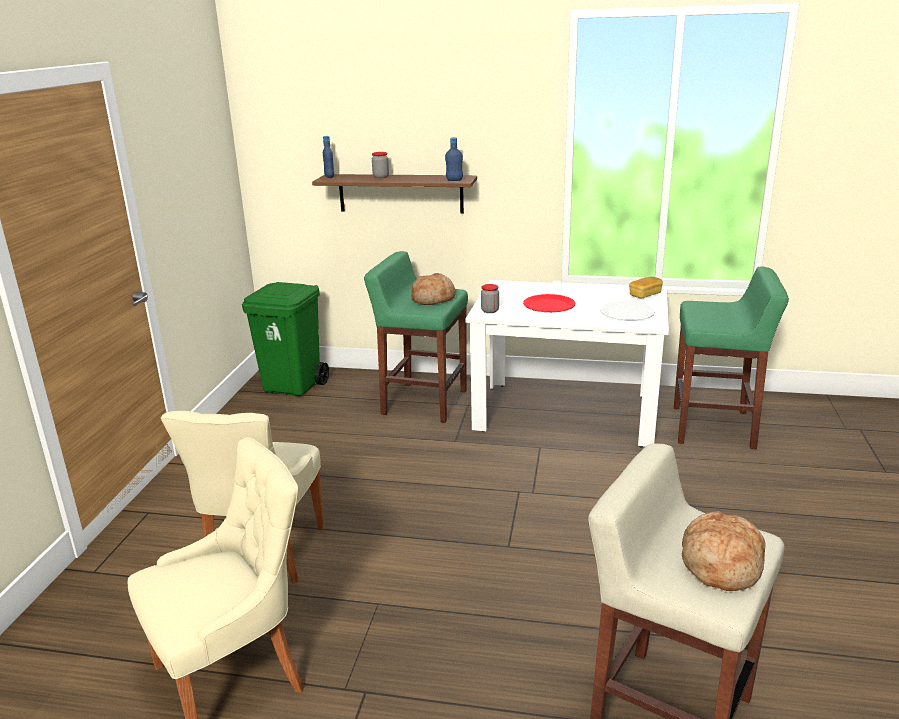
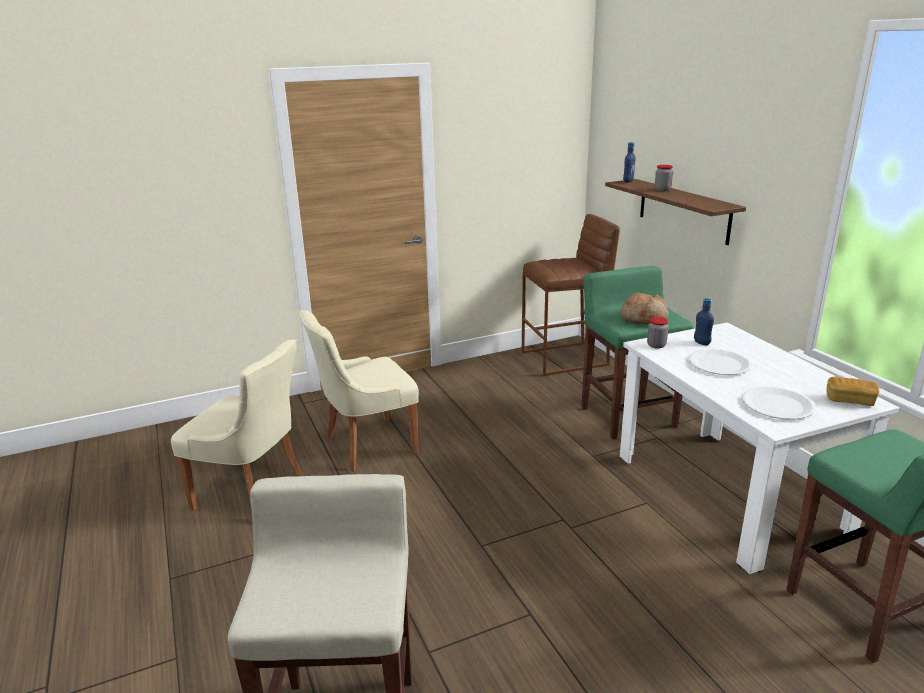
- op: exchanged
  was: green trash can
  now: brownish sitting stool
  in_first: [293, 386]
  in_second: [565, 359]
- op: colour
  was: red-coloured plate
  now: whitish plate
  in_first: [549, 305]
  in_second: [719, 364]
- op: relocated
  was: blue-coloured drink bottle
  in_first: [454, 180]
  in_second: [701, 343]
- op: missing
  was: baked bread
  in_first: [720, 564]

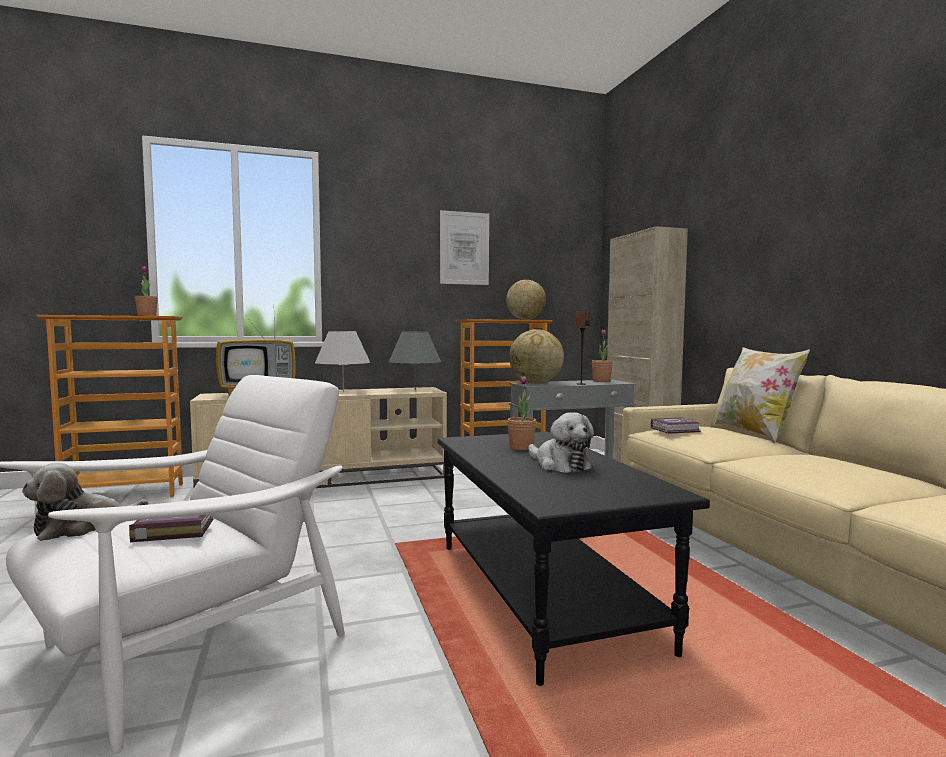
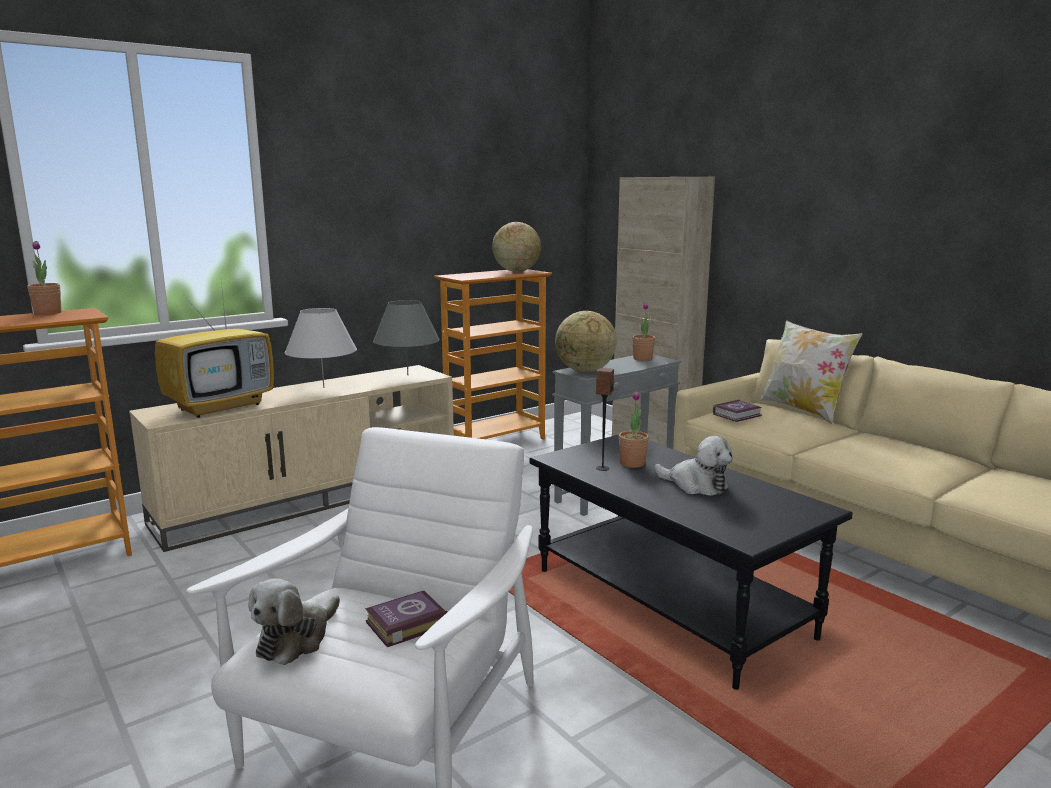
- op: relocated
  was: loudspeaker
  in_first: [581, 384]
  in_second: [602, 468]
- op: missing
  was: wall art
  in_first: [464, 248]

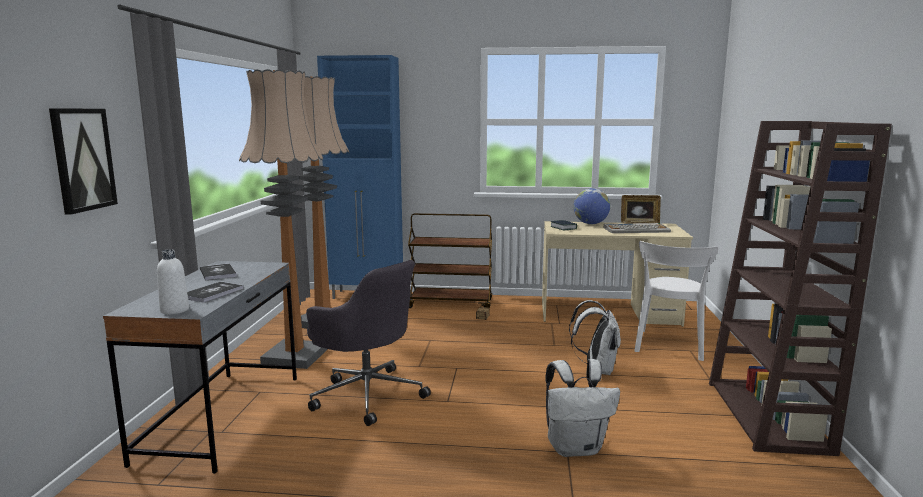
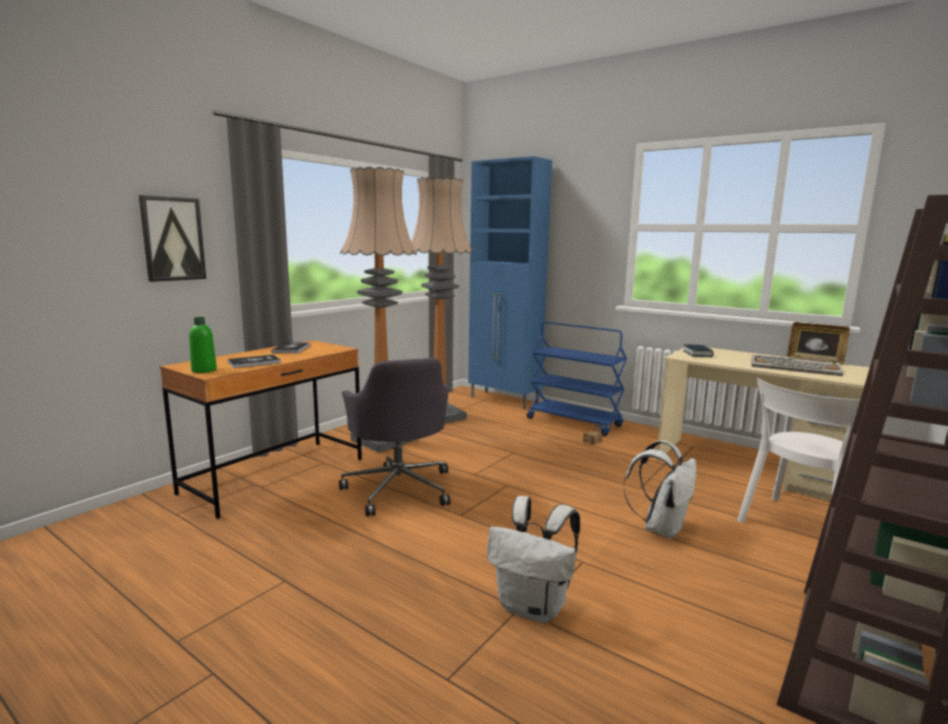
- op: colour
  was: gray desk table
  now: brownish desk table
  in_first: [223, 417]
  in_second: [275, 476]
- op: colour
  was: whitish drink bottle
  now: green drink bottle
  in_first: [174, 310]
  in_second: [204, 370]
- op: colour
  was: brownish wheeled cart
  now: blue-coloured wheeled cart
  in_first: [451, 304]
  in_second: [574, 422]
- op: missing
  was: globe
  in_first: [590, 224]

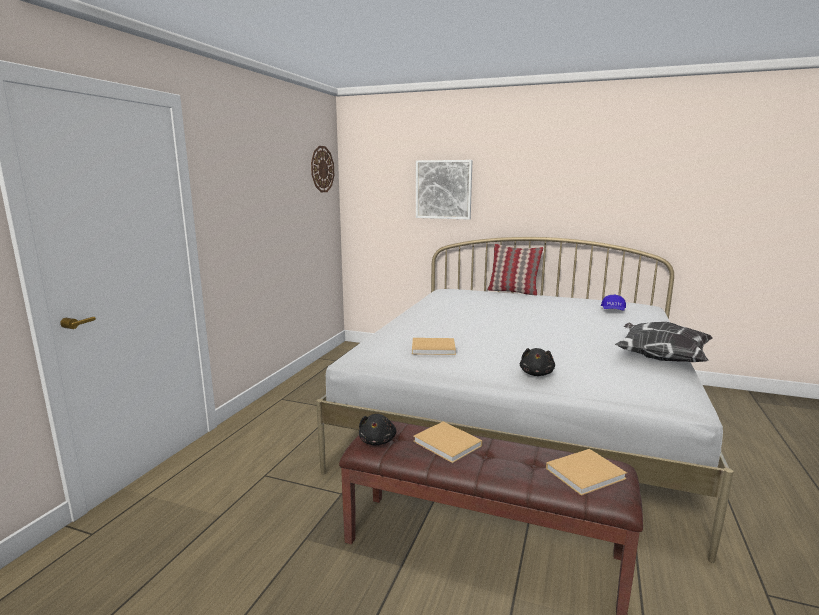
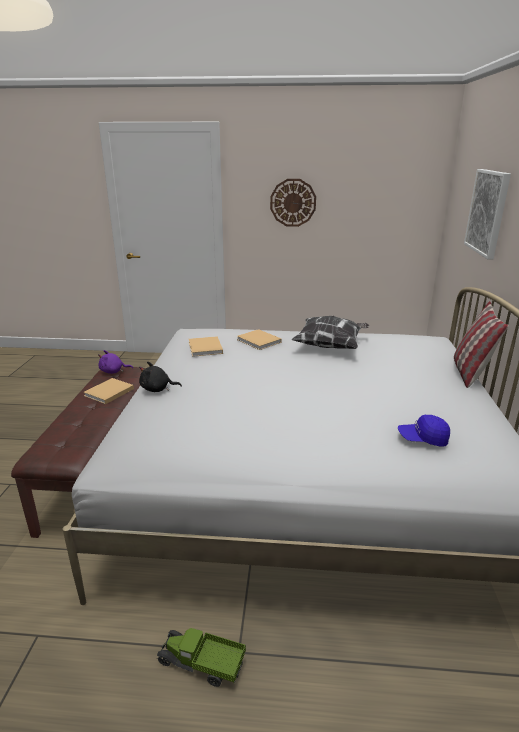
- op: colour
  was: black cuddly toy
  now: purple cuddly toy
  in_first: [377, 441]
  in_second: [113, 371]
- op: appeared
  now: toy lorry
  in_second: [202, 664]
- op: relocated
  was: sand-coloured volume
  in_first: [587, 473]
  in_second: [259, 341]
- op: relocated
  was: wall clock
  in_first: [322, 169]
  in_second: [293, 202]
- op: relocated
  was: cushion
  in_first: [660, 358]
  in_second: [330, 346]

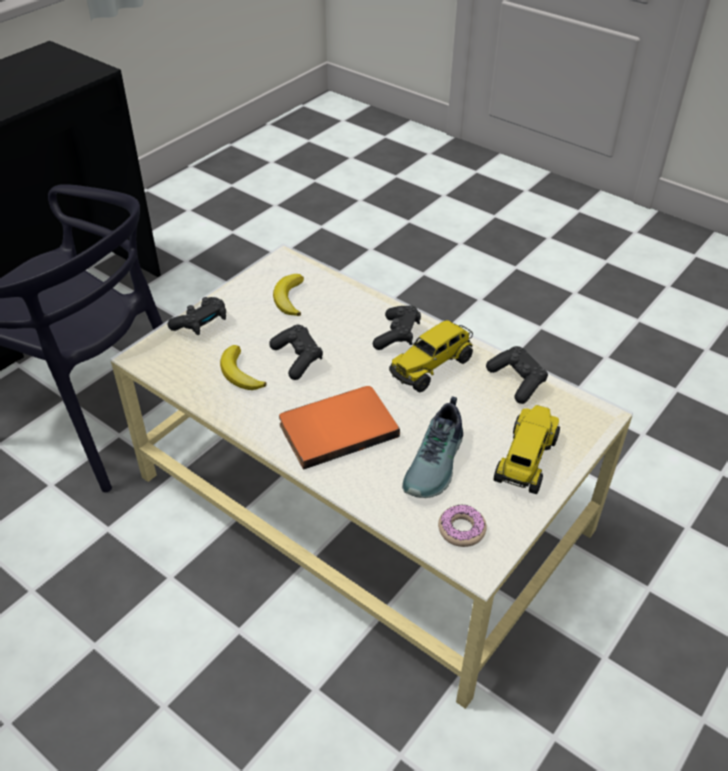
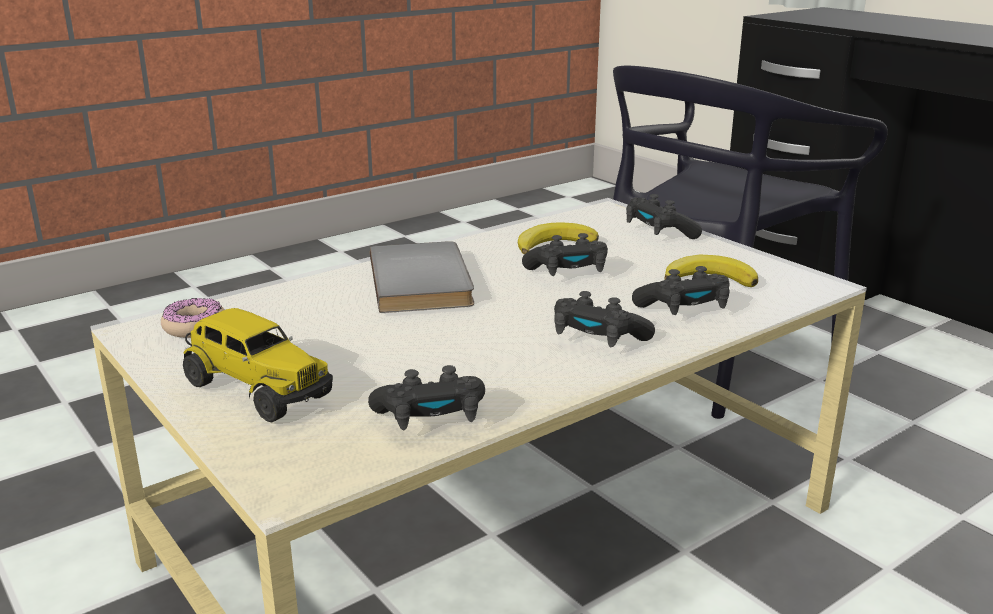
- op: colour
  was: orangey volume
  now: gray volume
  in_first: [336, 427]
  in_second: [425, 282]
- op: appeared
  now: black joypad
  in_second: [684, 310]
- op: missing
  was: toy lorry
  in_first: [431, 366]
- op: missing
  was: low shoe
  in_first: [437, 463]

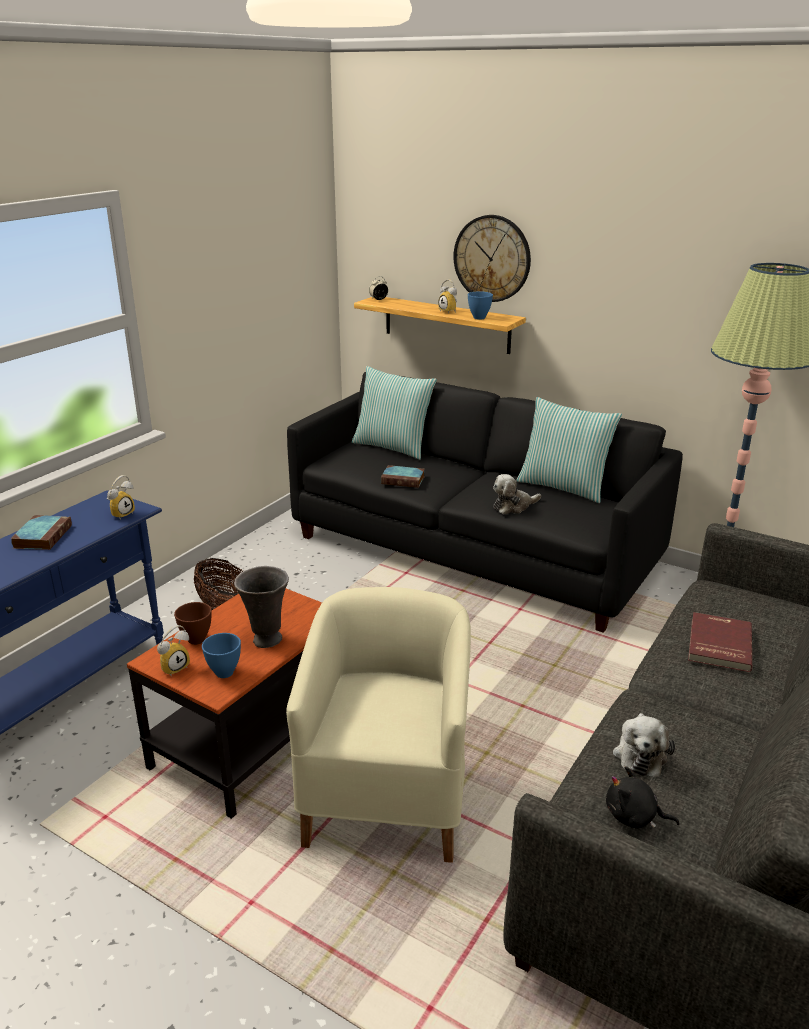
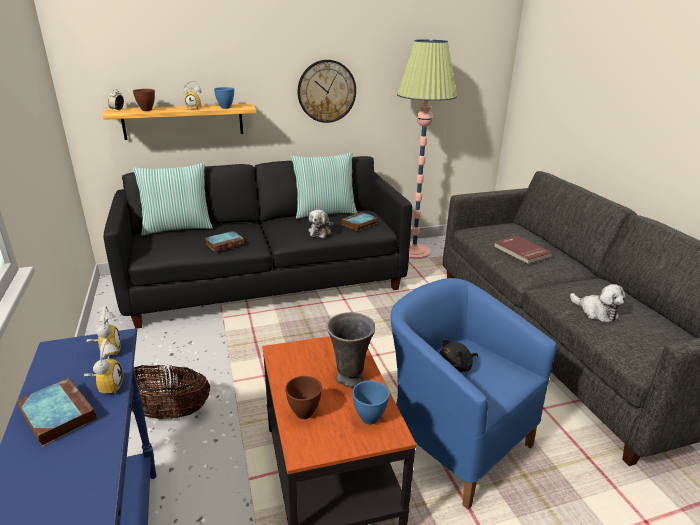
- op: relocated
  was: bedside clock
  in_first: [174, 667]
  in_second: [107, 386]
- op: appeared
  now: brownish deep dish
  in_second: [147, 110]
- op: relocated
  was: wall clock
  in_first: [492, 258]
  in_second: [326, 91]
- op: appeared
  now: volume
  in_second: [359, 224]
- op: colour
  was: sand-coloured armchair
  now: blue-coloured armchair
  in_first: [388, 797]
  in_second: [454, 441]
- op: relocated
  was: black cuddly toy
  in_first: [634, 817]
  in_second: [456, 366]

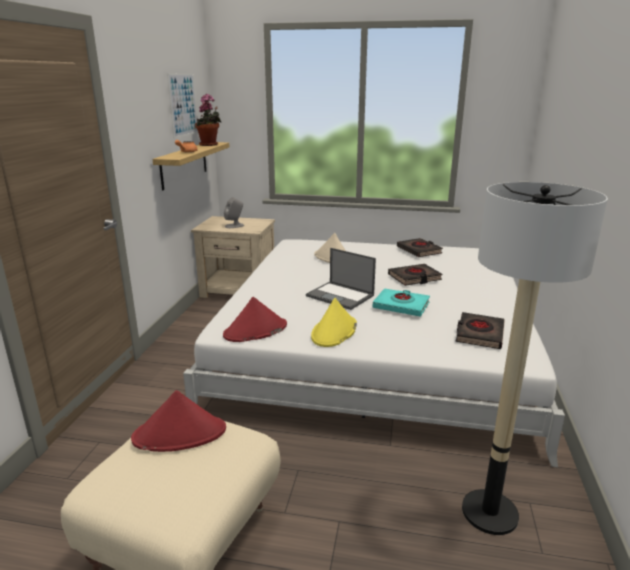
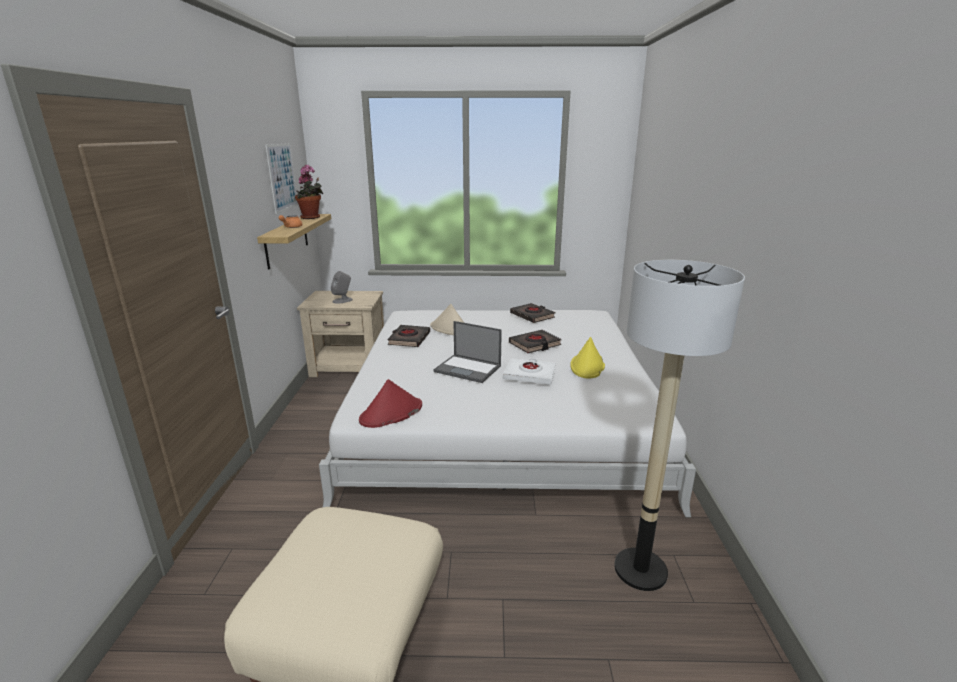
- op: relocated
  was: black volume
  in_first: [479, 334]
  in_second: [409, 339]
- op: colour
  was: turquoise-coloured volume
  now: whitish volume
  in_first: [401, 306]
  in_second: [529, 375]
- op: relocated
  was: yellow wearable hat
  in_first: [334, 332]
  in_second: [587, 366]
- op: missing
  was: red-coloured wearable hat
  in_first: [180, 434]

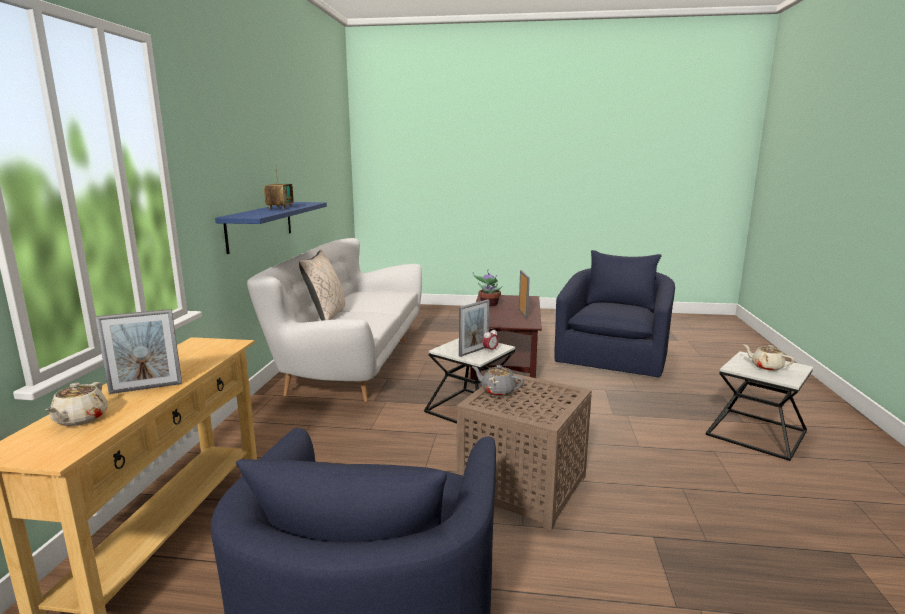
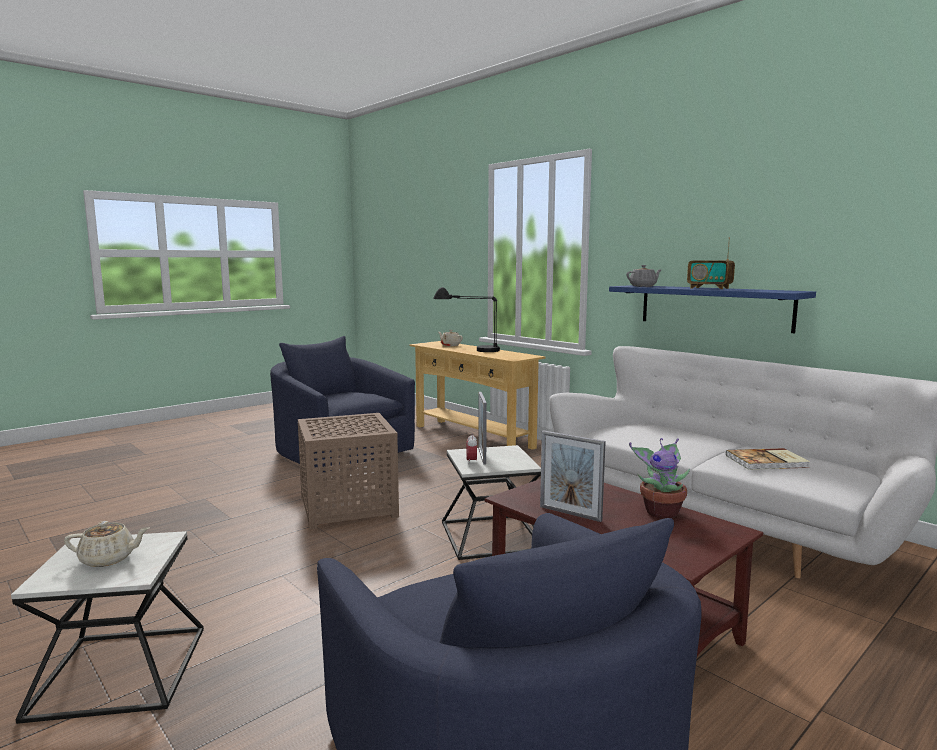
- op: exchanged
  was: standing frame
  now: black table lamp
  in_first: [146, 388]
  in_second: [468, 349]
- op: relocated
  was: gray teapot
  in_first: [497, 391]
  in_second: [643, 286]
- op: appeared
  now: volume
  in_second: [767, 462]
- op: missing
  was: sand-coloured cushion
  in_first: [326, 315]

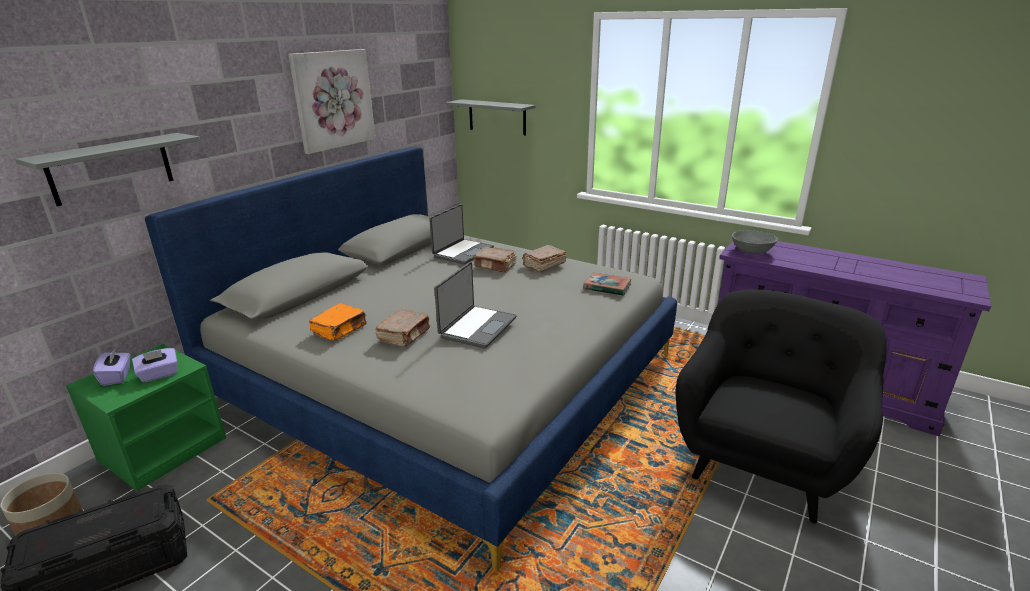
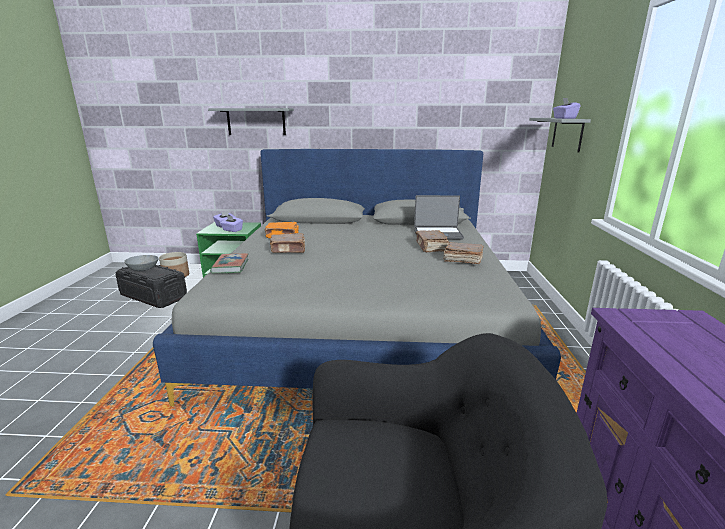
- op: relocated
  was: gray deep dish
  in_first: [752, 251]
  in_second: [143, 269]
- op: relocated
  was: volume
  in_first: [607, 287]
  in_second: [230, 266]
- op: appeared
  now: purple tissue holder
  in_second: [564, 118]
- op: missing
  was: wall art
  in_first: [333, 100]
- op: missing
  was: laptop
  in_first: [477, 327]

